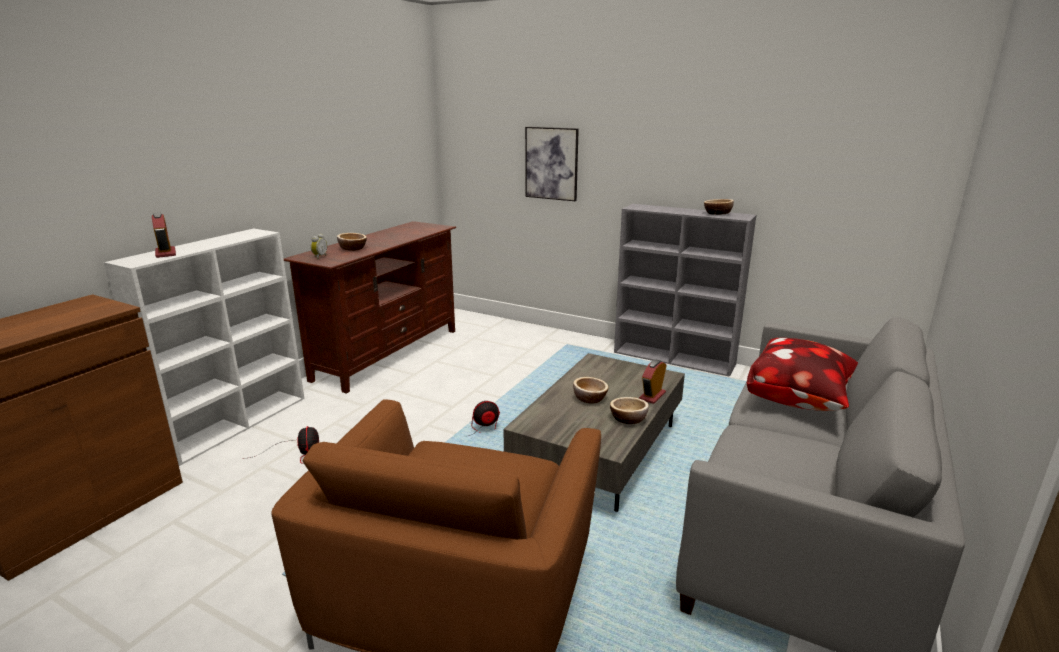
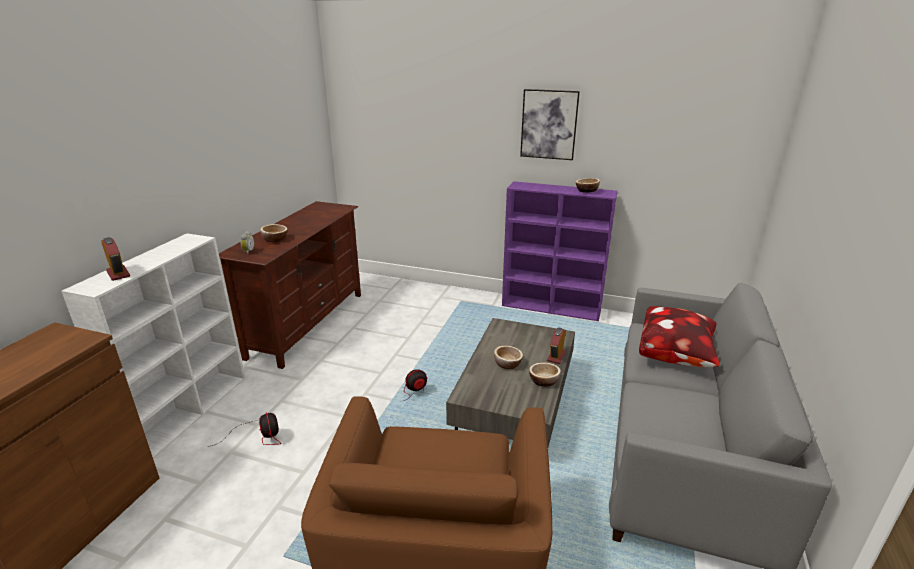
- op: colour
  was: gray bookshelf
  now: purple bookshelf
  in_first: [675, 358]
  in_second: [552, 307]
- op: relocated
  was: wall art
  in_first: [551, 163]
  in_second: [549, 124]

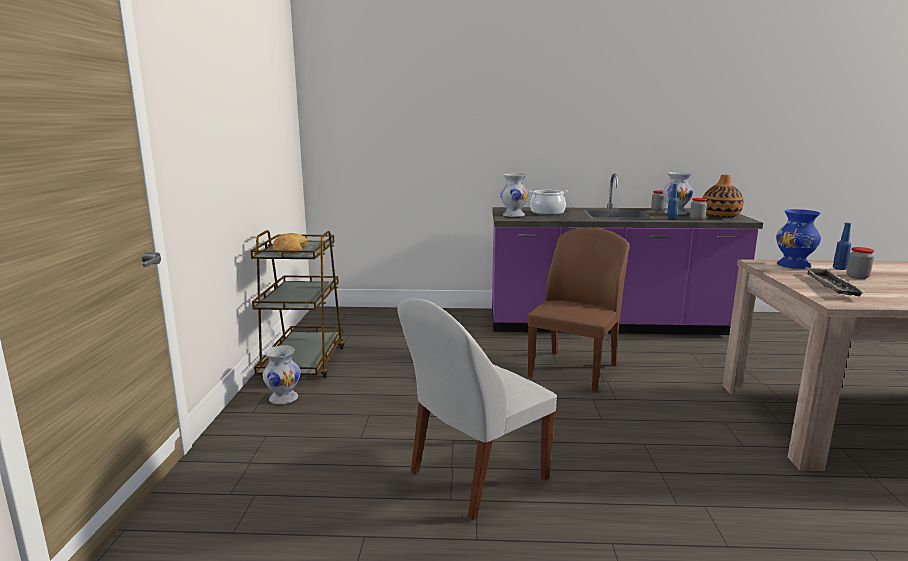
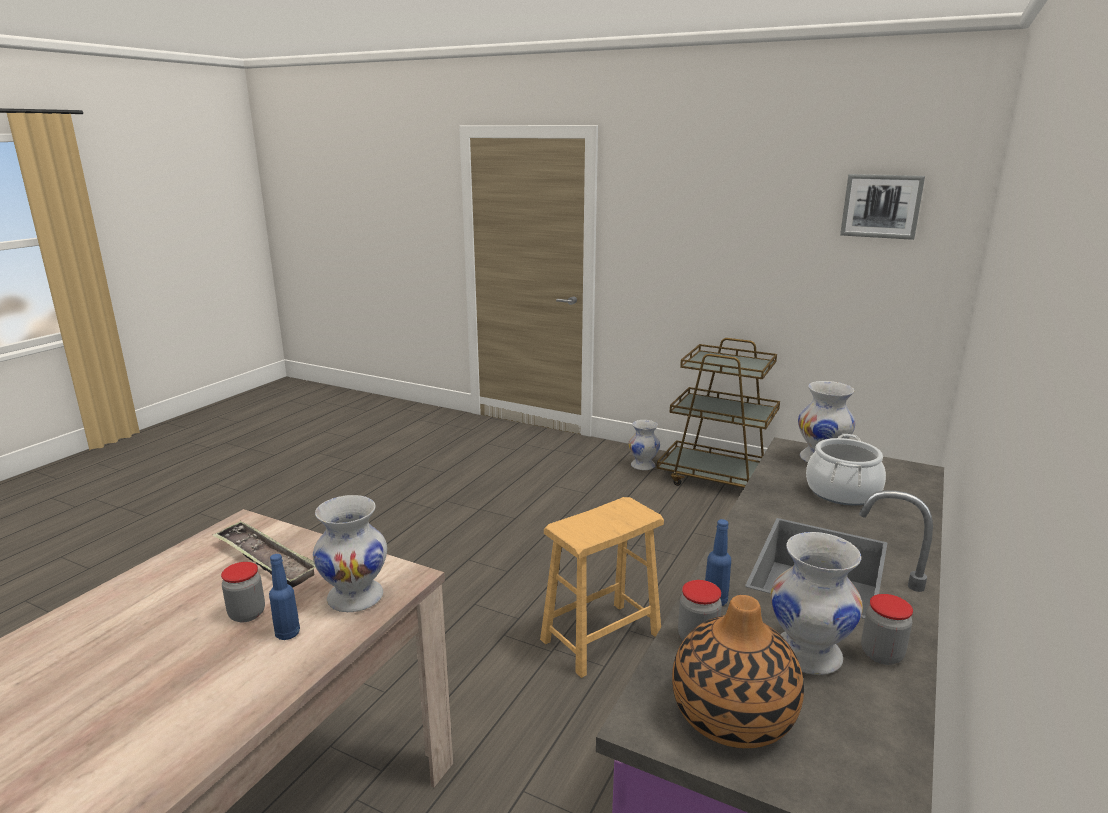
- op: colour
  was: blue-coloured decorative vase
  now: whitish decorative vase
  in_first: [794, 266]
  in_second: [354, 598]
- op: exchanged
  was: brownish plain chair
  now: brownish sitting stool
  in_first: [574, 370]
  in_second: [601, 638]
- op: appeared
  now: wall art
  in_second: [881, 206]
- op: missing
  was: baked bread
  in_first: [289, 249]
- op: missing
  was: whitish plain chair
  in_first: [475, 477]

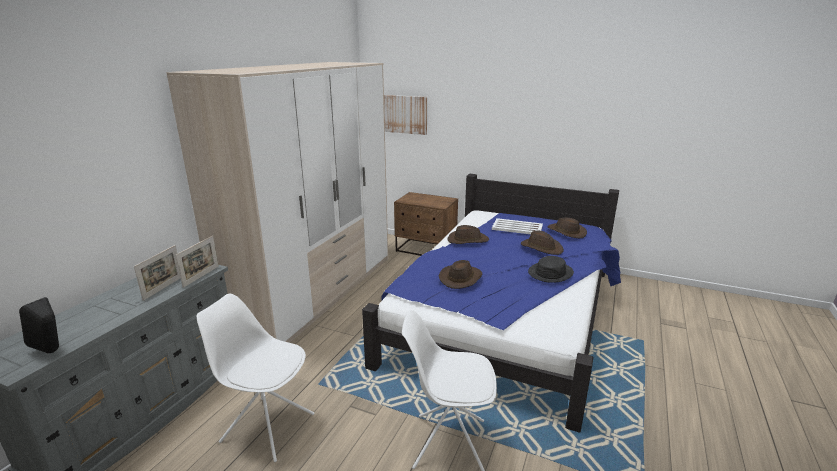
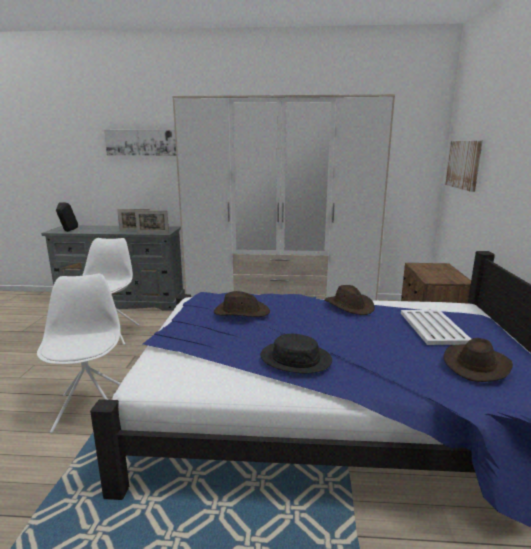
- op: appeared
  now: wall art
  in_second: [142, 142]
- op: missing
  was: brownish wearable hat
  in_first: [541, 247]

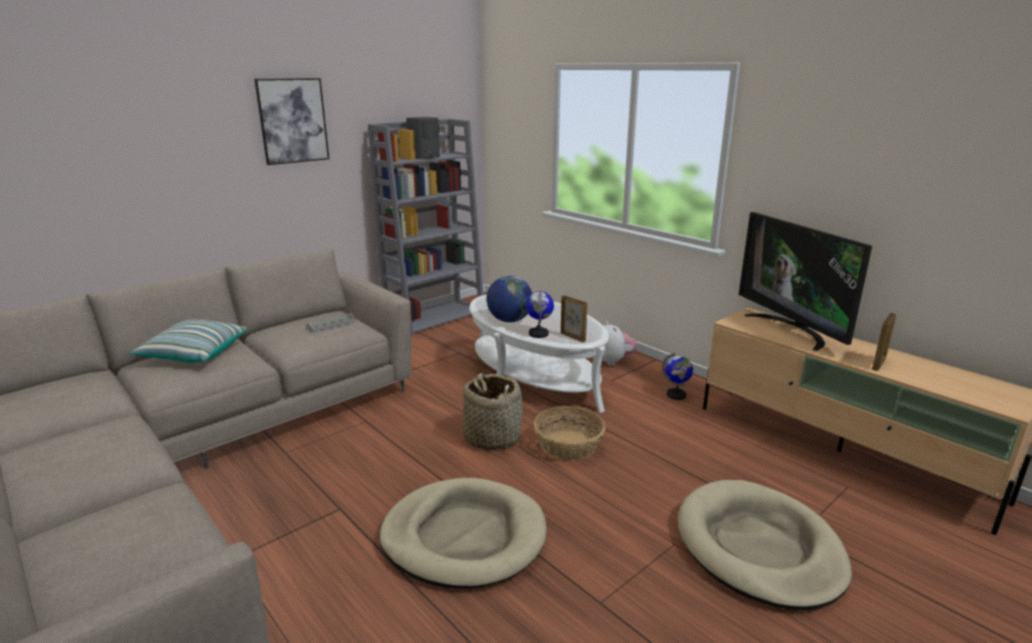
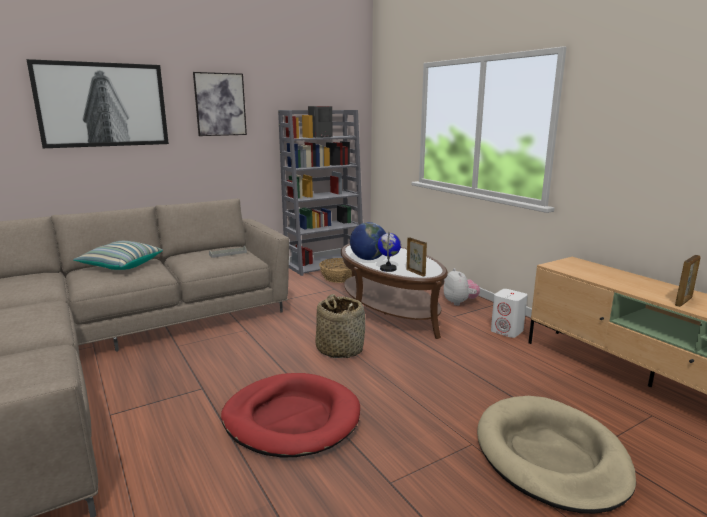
- op: appeared
  now: wall art
  in_second: [103, 105]
- op: colour
  was: sand-coloured dog cushion
  now: red-coloured dog cushion
  in_first: [464, 537]
  in_second: [291, 418]
- op: relocated
  was: household basket
  in_first: [569, 446]
  in_second: [339, 277]
- op: colour
  was: whitish lounge table
  now: brownish lounge table
  in_first: [534, 378]
  in_second: [389, 310]
- op: exchanged
  was: globe
  now: whitish loudspeaker
  in_first: [676, 395]
  in_second: [507, 331]
- op: missing
  was: TV set
  in_first: [791, 329]

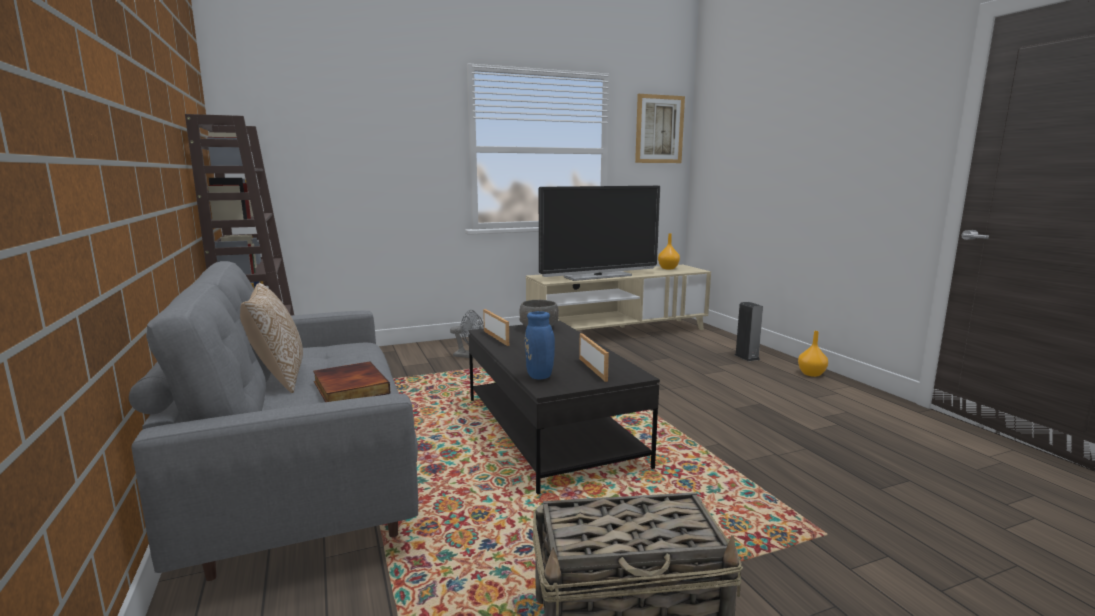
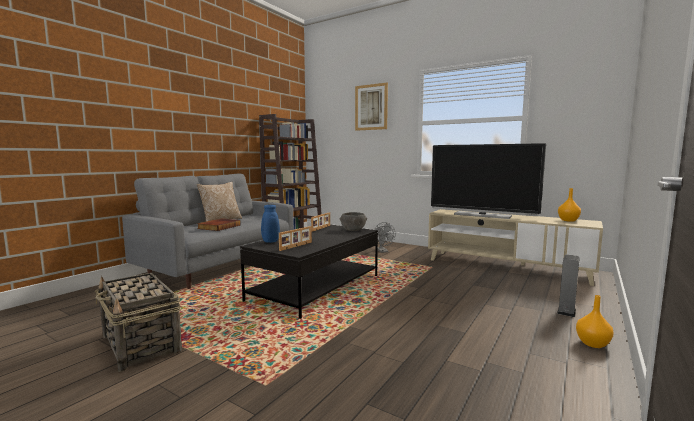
- op: relocated
  was: wall art
  in_first: [659, 129]
  in_second: [371, 107]

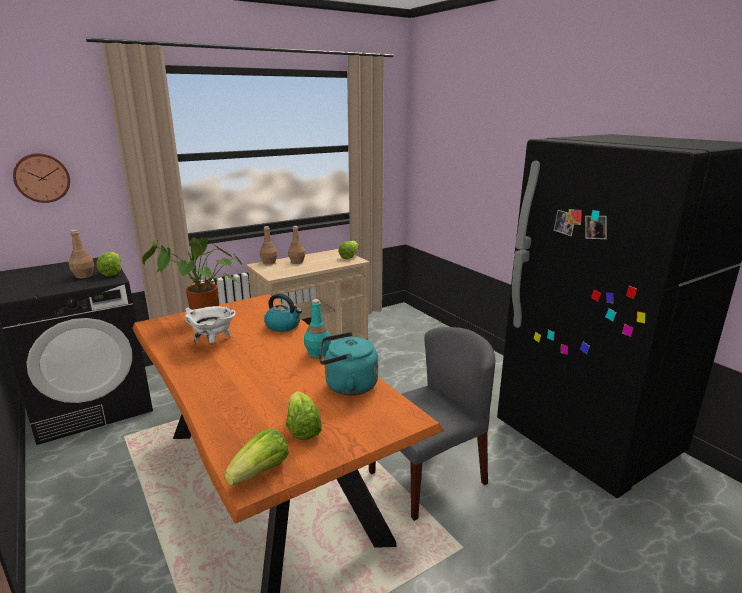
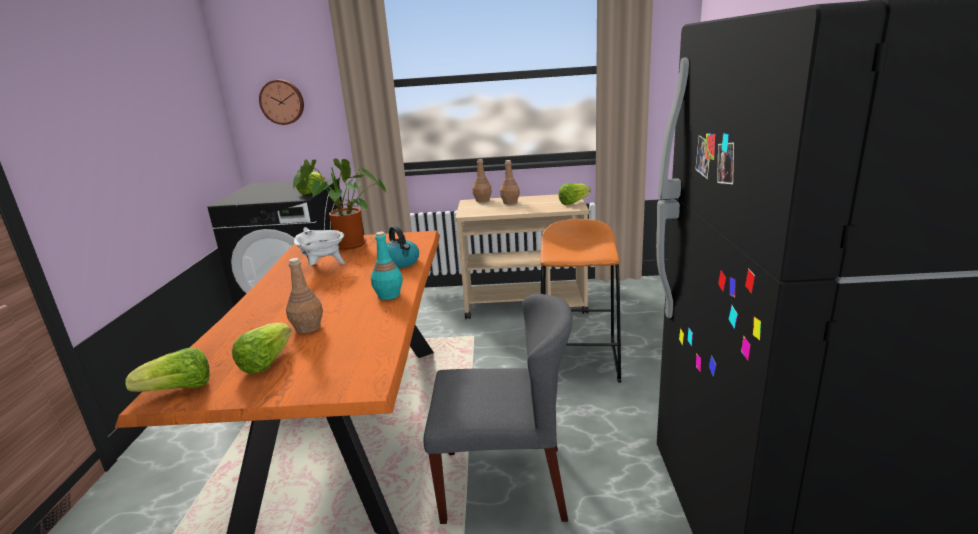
- op: relocated
  was: brownish drink bottle
  in_first: [84, 276]
  in_second: [308, 327]
- op: appeared
  now: orangey sitting stool
  in_second: [579, 361]
- op: missing
  was: turquoise-coloured tea kettle
  in_first: [347, 386]

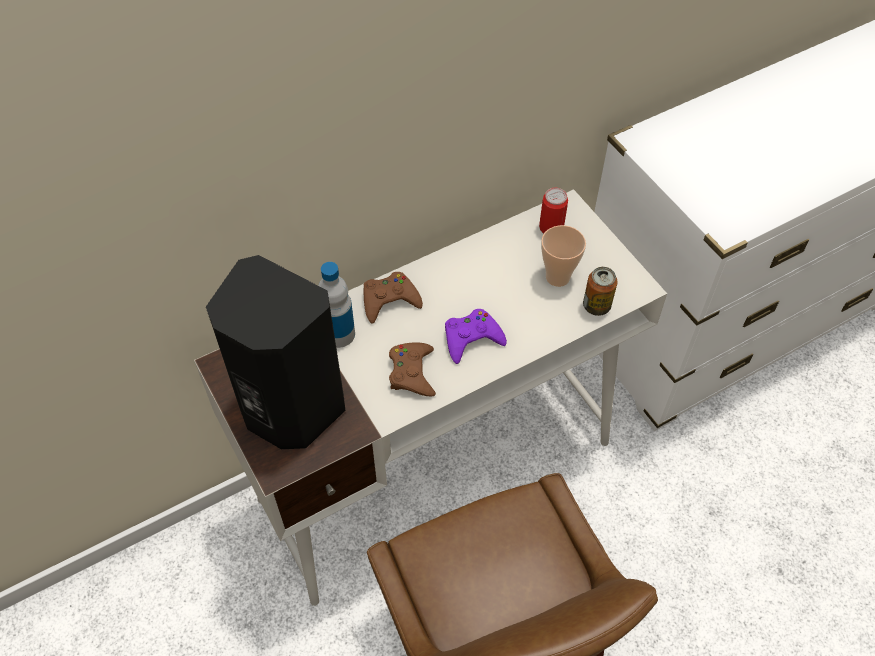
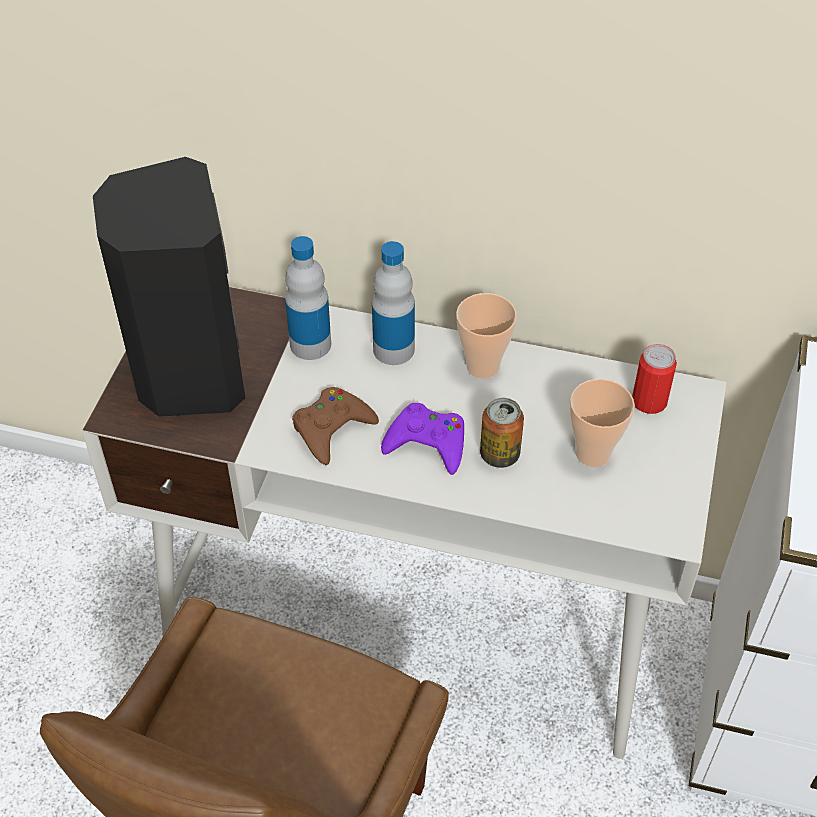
- op: exchanged
  was: brownish joypad
  now: drink bottle
  in_first: [389, 300]
  in_second: [393, 349]
- op: appeared
  now: cup
  in_second: [483, 366]
- op: relocated
  was: metal can
  in_first: [596, 306]
  in_second: [499, 454]

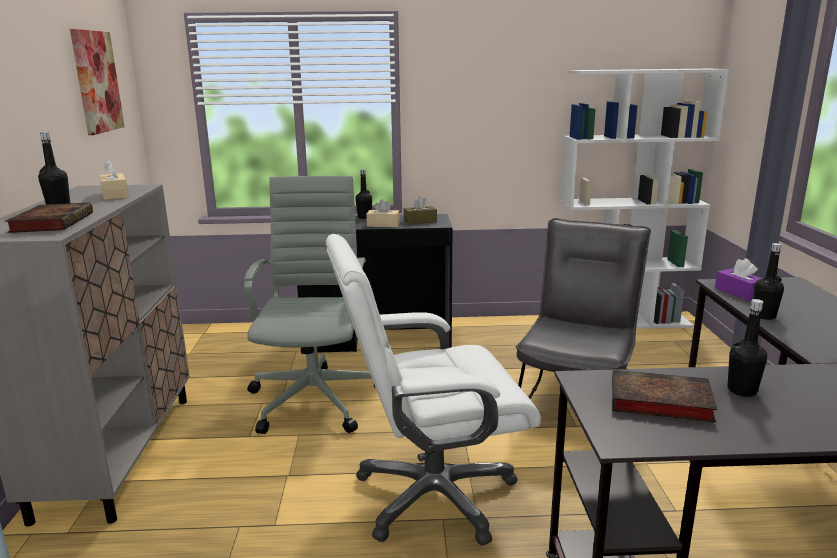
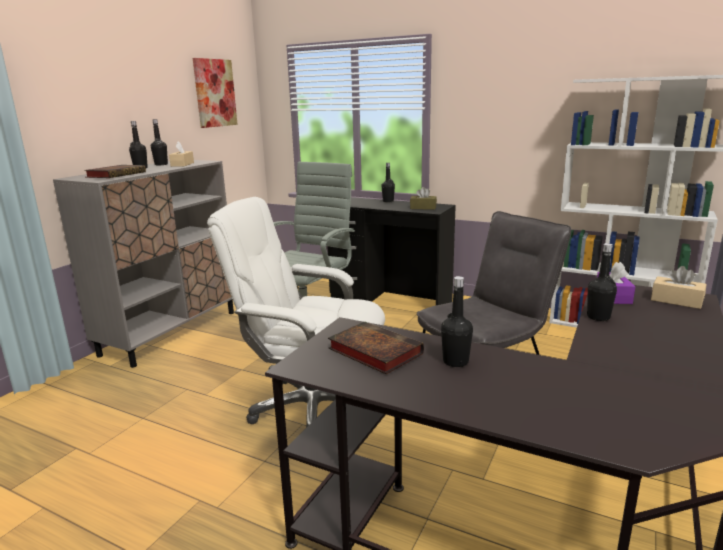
- op: appeared
  now: black drink bottle
  in_second: [161, 164]
- op: relocated
  was: sand-coloured tissue holder
  in_first: [383, 225]
  in_second: [676, 301]

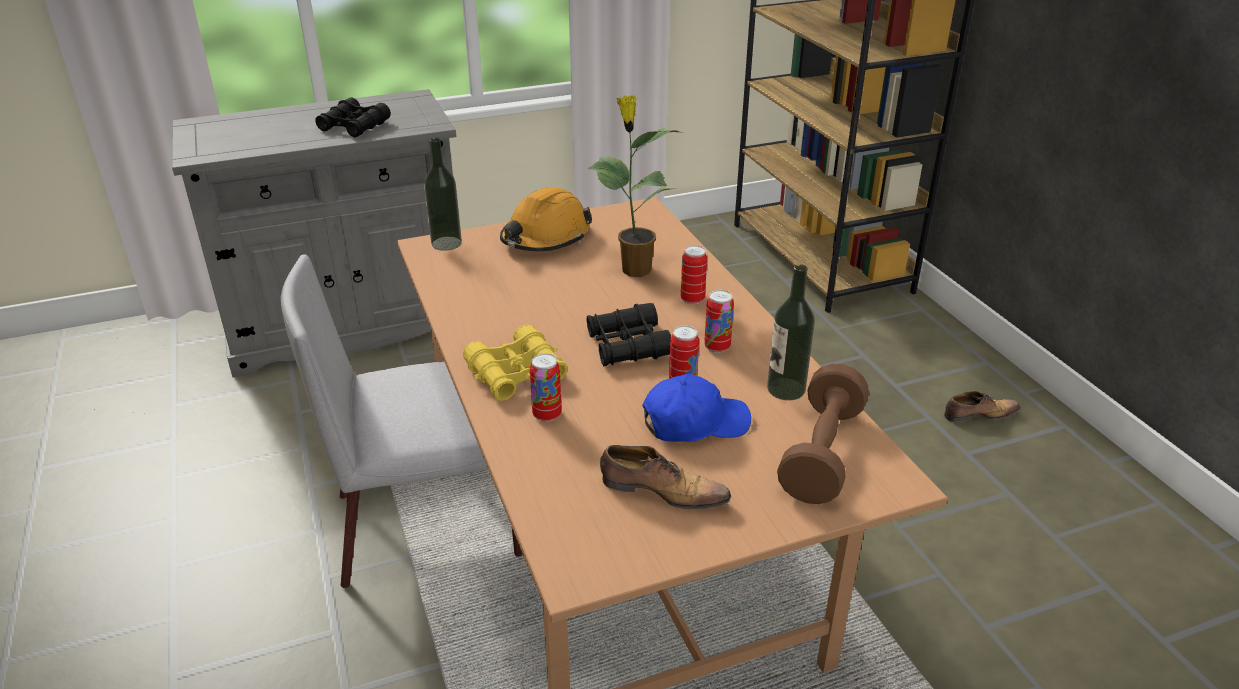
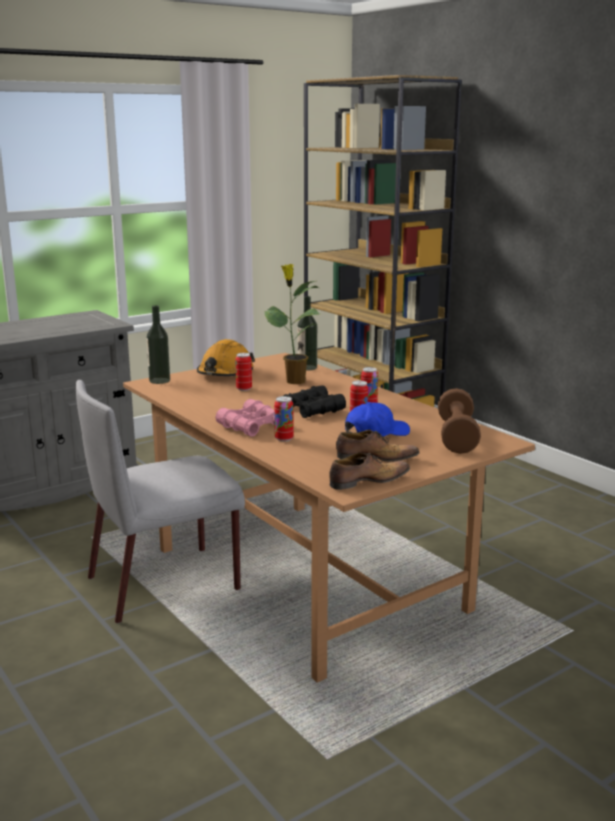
- op: colour
  was: yellow field glasses
  now: pink field glasses
  in_first: [516, 373]
  in_second: [251, 426]
- op: relocated
  was: metal can
  in_first: [692, 299]
  in_second: [244, 389]
- op: relocated
  was: drink bottle
  in_first: [786, 389]
  in_second: [307, 367]
- op: relocated
  was: low shoe
  in_first: [978, 415]
  in_second: [367, 481]
- op: missing
  was: black field glasses
  in_first: [354, 126]

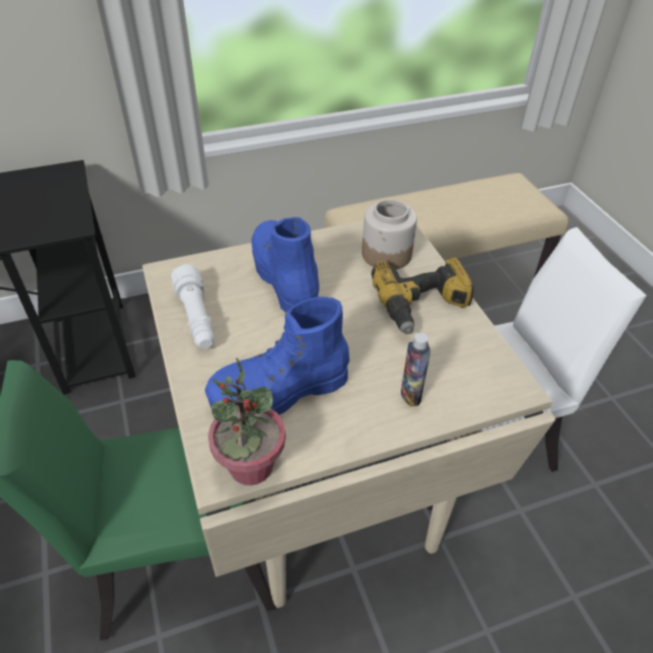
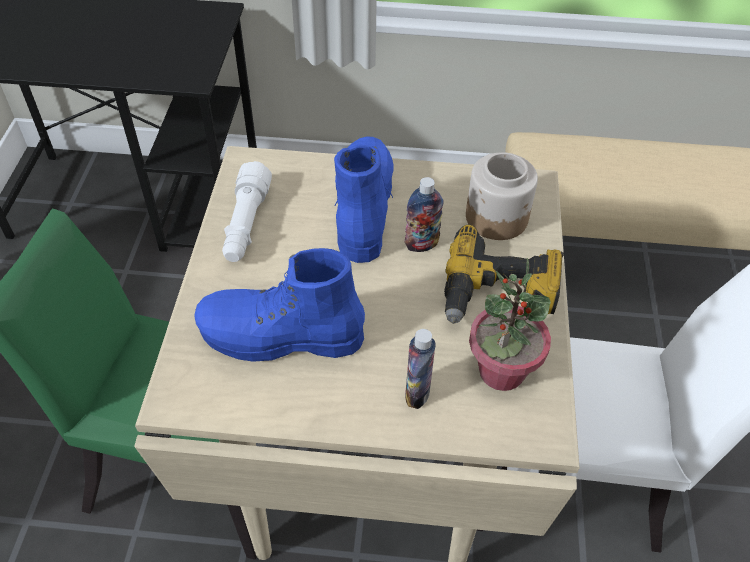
- op: appeared
  now: drink bottle
  in_second: [421, 244]
- op: relocated
  was: houseplant
  in_first: [250, 467]
  in_second: [501, 372]

